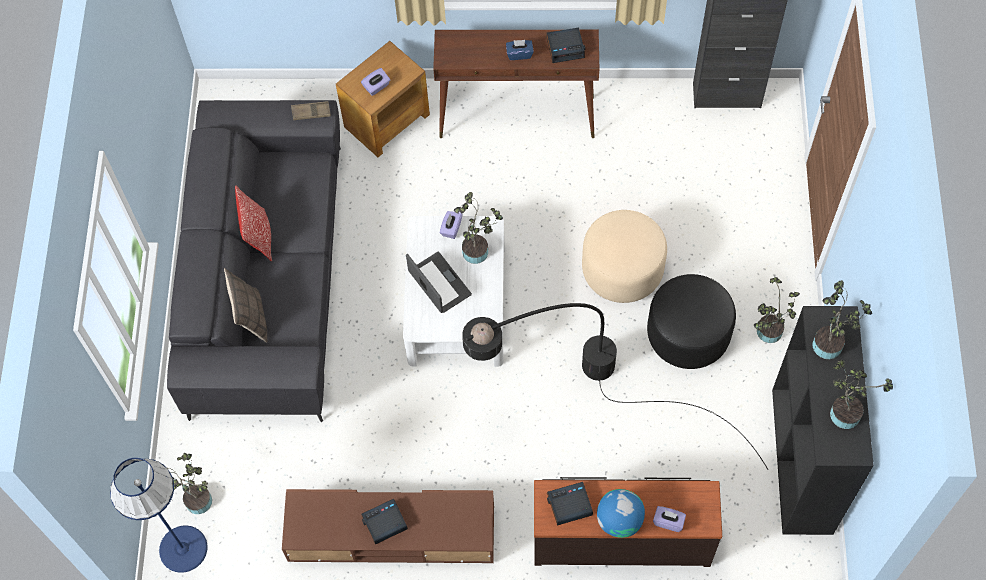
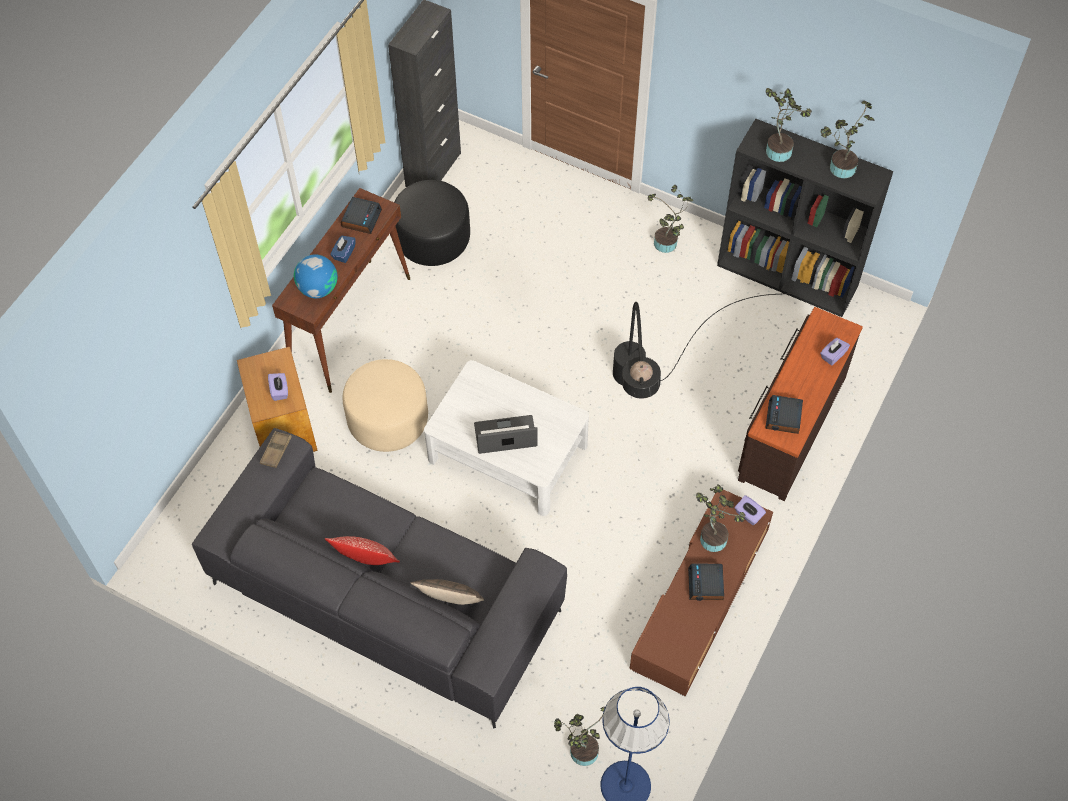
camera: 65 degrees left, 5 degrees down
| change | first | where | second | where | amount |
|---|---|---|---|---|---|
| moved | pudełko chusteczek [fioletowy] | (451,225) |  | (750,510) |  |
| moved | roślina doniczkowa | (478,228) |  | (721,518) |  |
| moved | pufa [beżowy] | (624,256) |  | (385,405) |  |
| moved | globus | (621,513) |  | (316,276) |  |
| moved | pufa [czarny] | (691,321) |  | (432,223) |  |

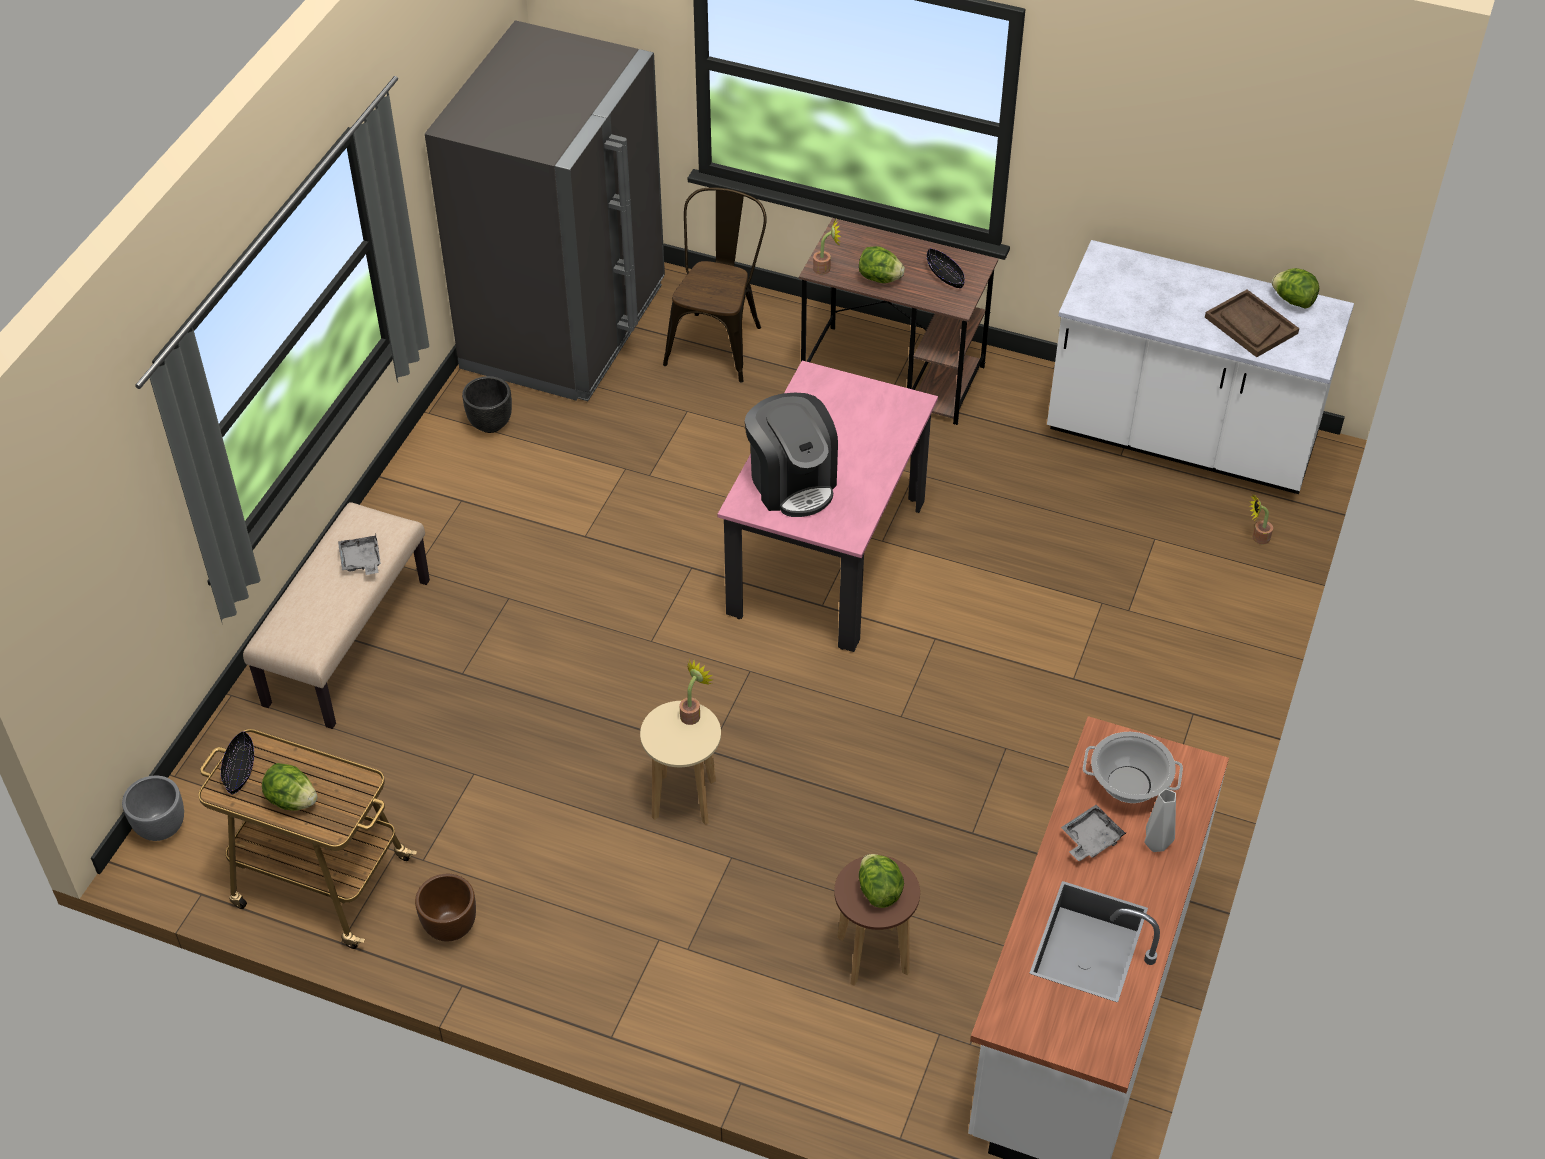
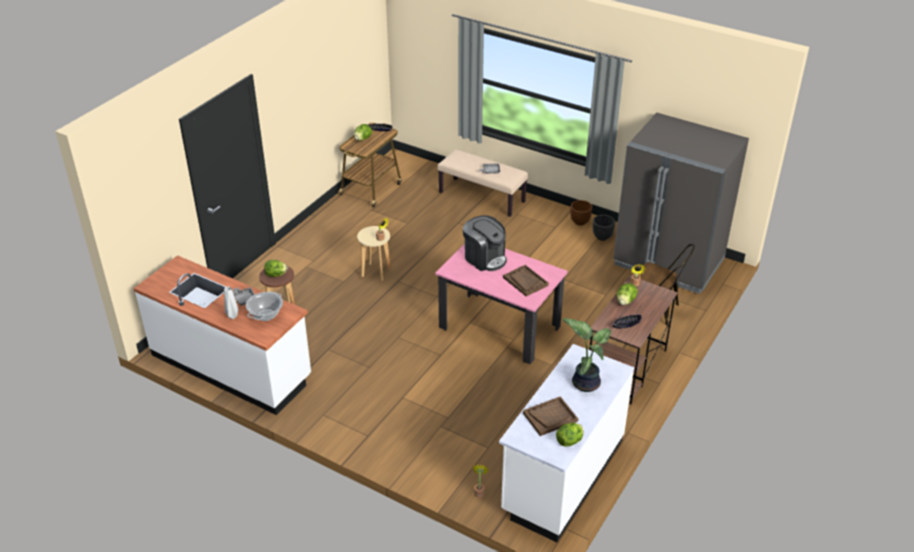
camera: 100 degrees right, 10 degrees down
| change | first | where | second | where | amount |
|---|---|---|---|---|---|
| removed | donica [szary] | (153,808) |  |  |  |
| moved | donica [brązowy] | (445,908) |  | (581,213) |  |
| turned | ekspres do kawy | (791,455) |  | (485,243) | 120 degrees counterclockwise |
| added |  |  | taca [brązowy] | (526,281) |  |
| added |  |  | roślina doniczkowa | (586,355) |  |

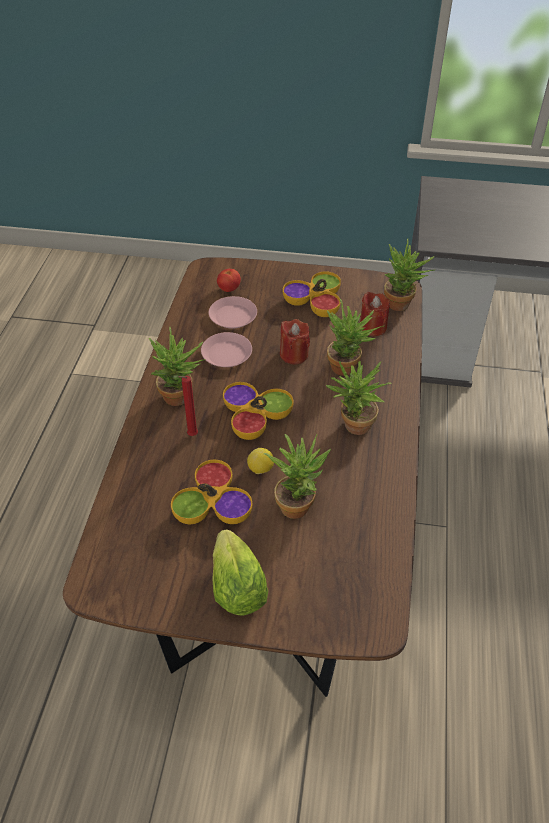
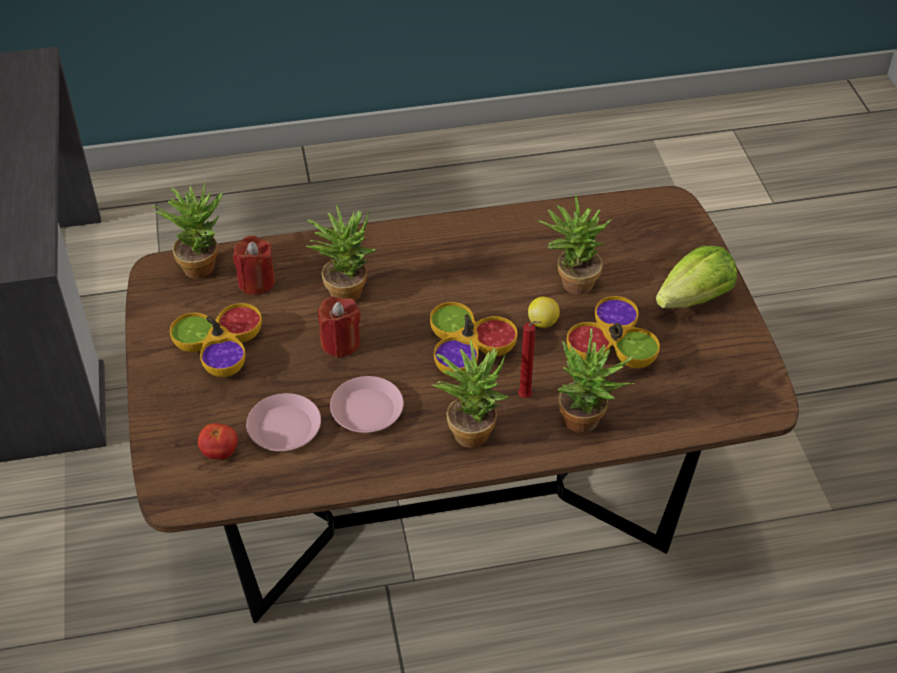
camera: 110 degrees left, 0 degrees up
| change | first | where | second | where | amount |
|---|---|---|---|---|---|
| moved | roślina doniczkowa | (358,398) |  | (596,380) |  |

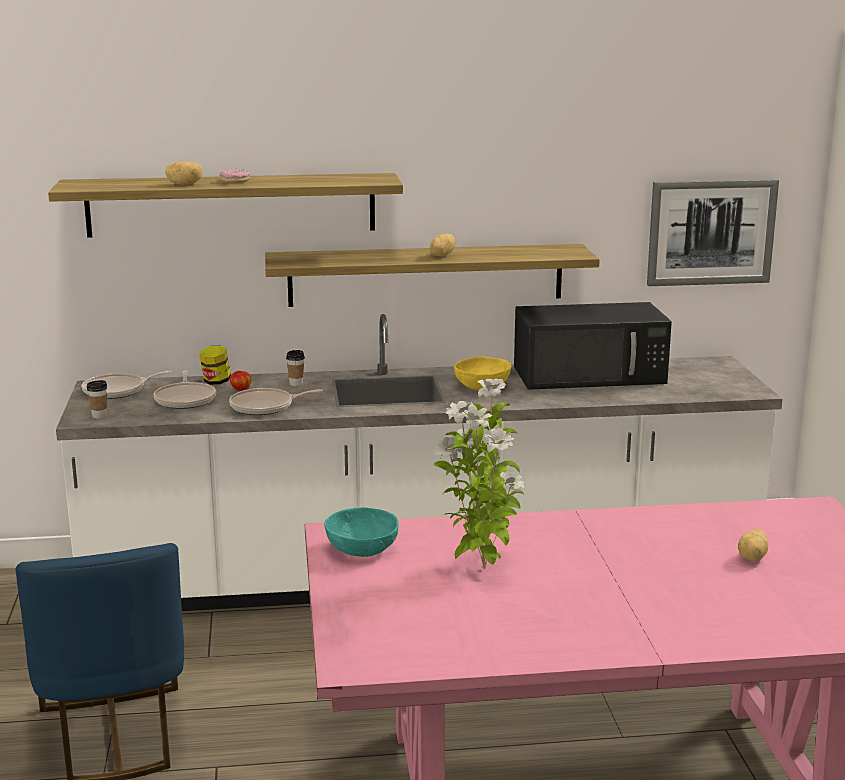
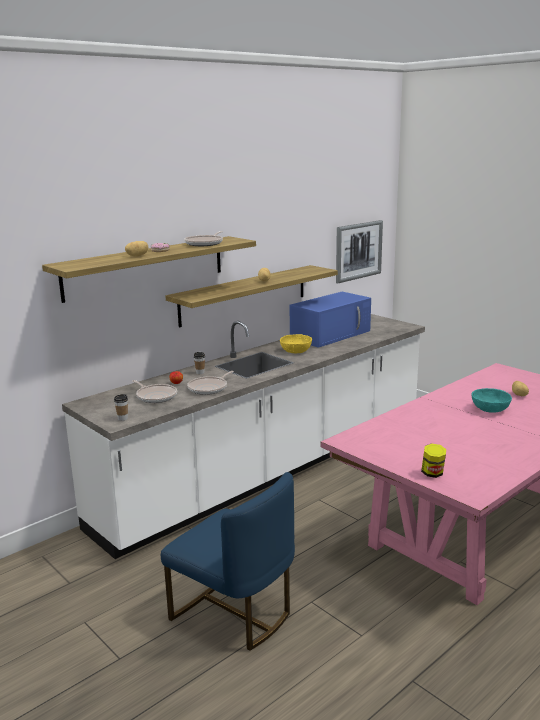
camera: 35 degrees left, 0 degrees up
| change | first | where | second | where | amount |
|---|---|---|---|---|---|
| moved | patelnia | (127,385) |  | (203,238) |  |
| moved | słoik | (215,365) |  | (433,460) |  |
| moved | miska [turkusowy] | (361,532) |  | (492,400) |  |
| removed | roślina doniczkowa | (479,474) |  |  |  |
| recoloured | mikrofalówka [czarny] | (593,346) | mikrofalówka [niebieski] | (330,320) |  |

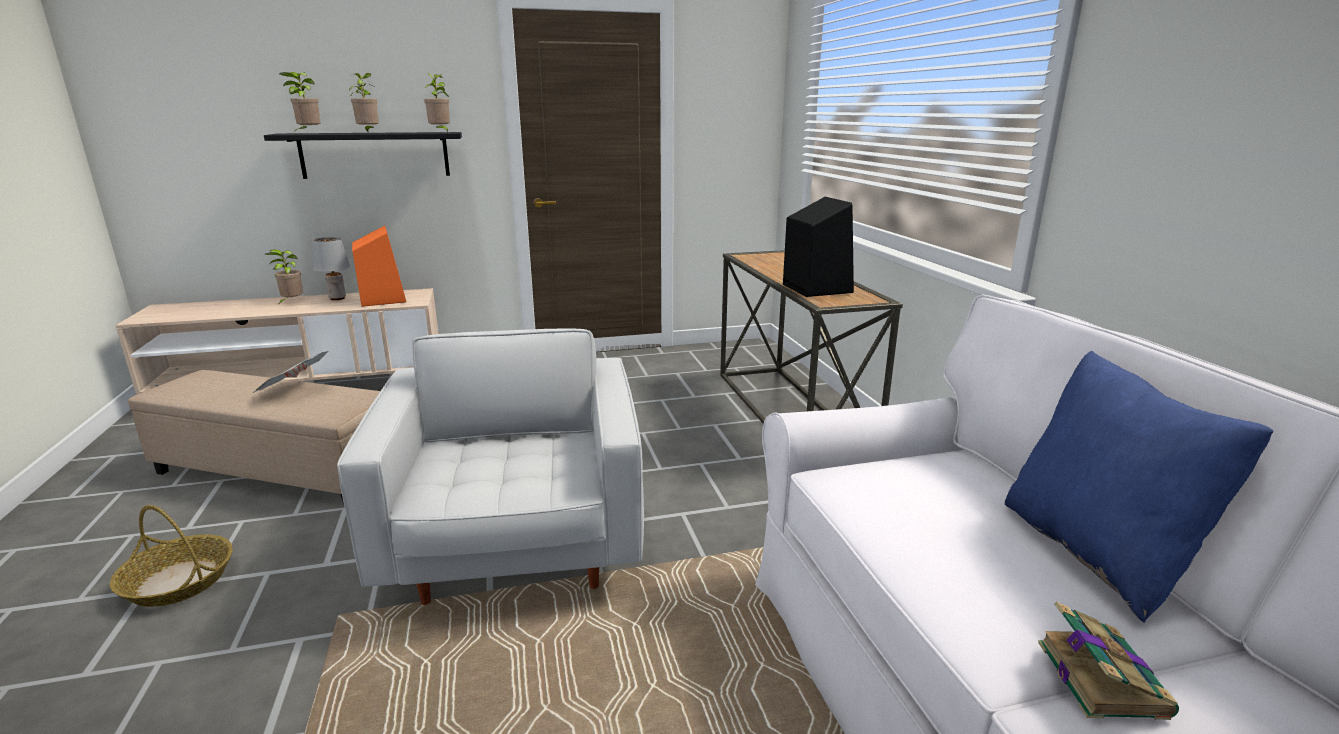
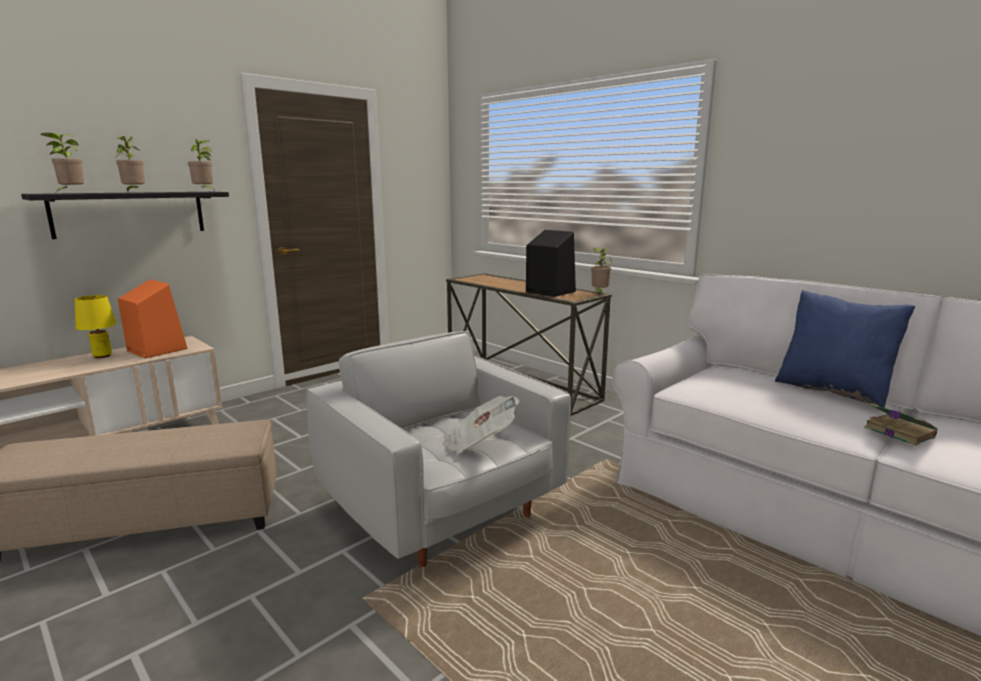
camera: 30 degrees left, 5 degrees down
| change | first | where | second | where | amount |
|---|---|---|---|---|---|
| removed | koszyk | (171,556) |  |  |  |
| moved | gazeta | (290,372) |  | (479,425) |  |
| moved | roślina doniczkowa | (284,277) |  | (601,271) |  |
| recoloured | lampa stołowa [szary] | (331,268) | lampa stołowa [żółty] | (95,326) |  |

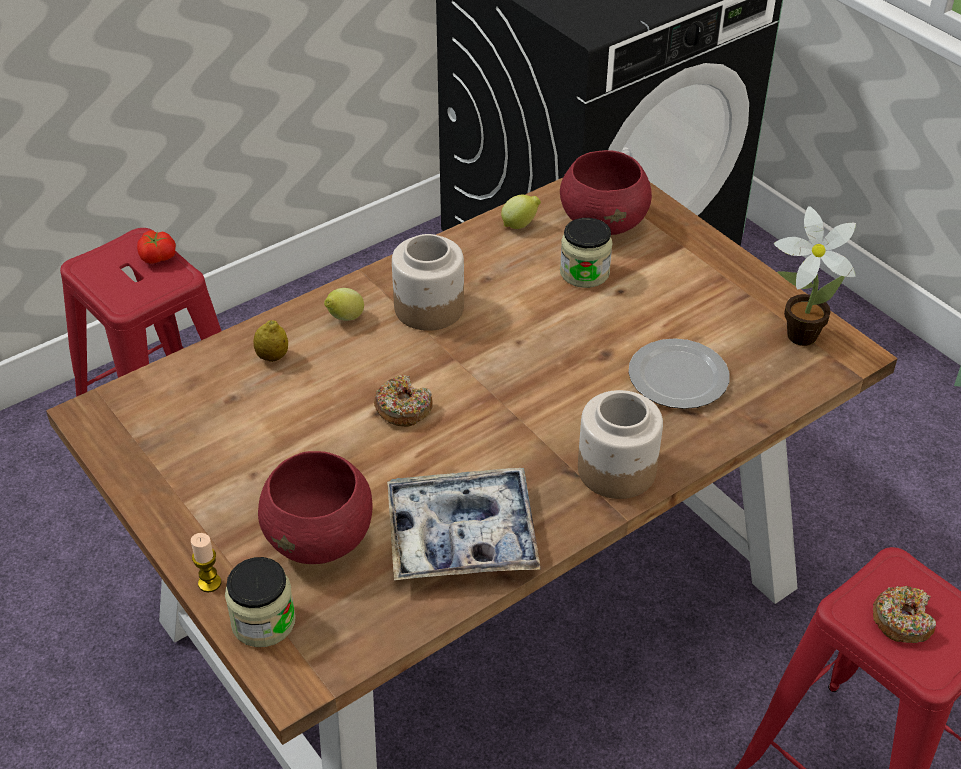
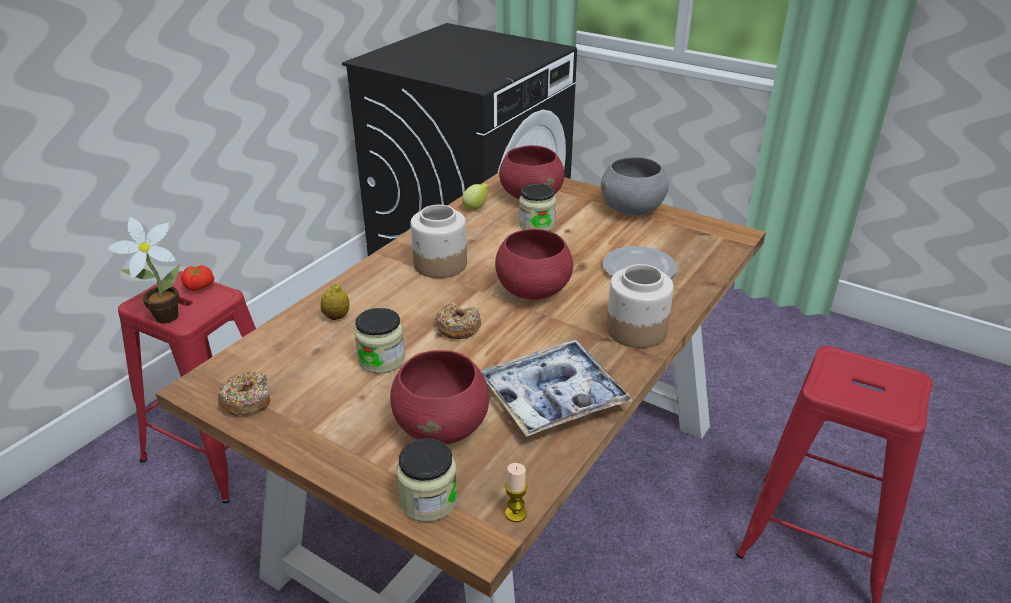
camera: 20 degrees left, 10 degrees down
| change | first | where | second | where | amount |
|---|---|---|---|---|---|
| moved | świeca | (206,562) |  | (516,492) |  |
| removed | cytryna | (344,304) |  |  |  |
| moved | roślina doniczkowa | (815,276) |  | (144,270) |  |
| moved | donut | (904,614) |  | (244,394) |  |
| added |  |  | słoik | (379,340) |  |
| added |  |  | miska [czerwony] | (534,264) |  |
| added |  |  | miska [szary] | (635,186) |  |

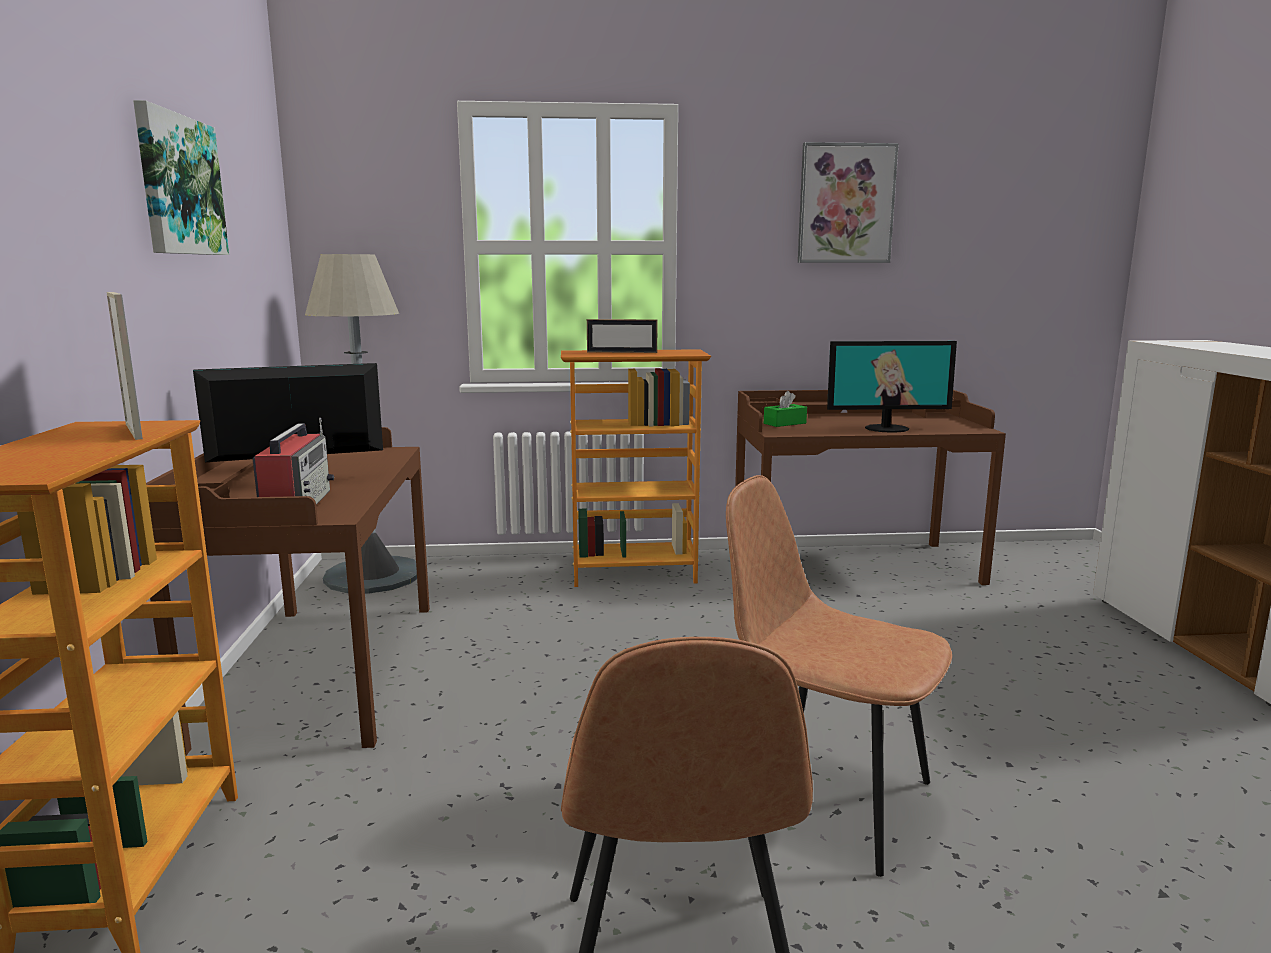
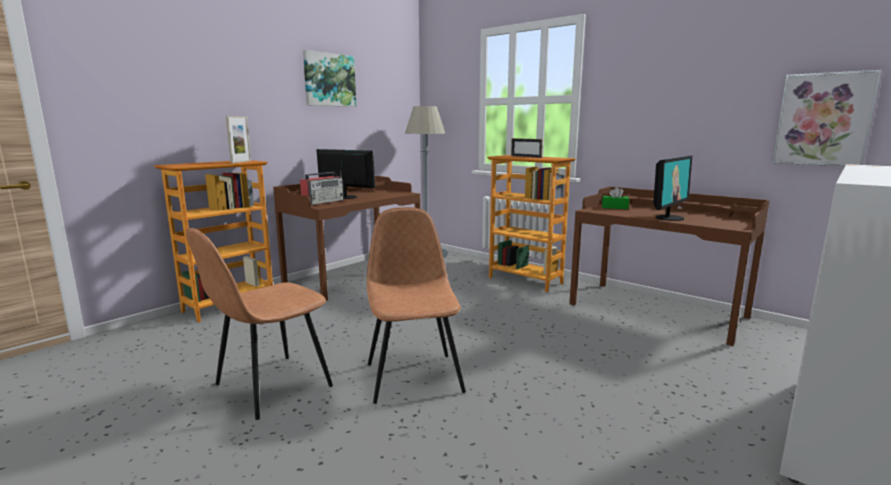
camera: 45 degrees right, 0 degrees up
| change | first | where | second | where | amount |
|---|---|---|---|---|---|
| moved | obraz | (848,202) |  | (827,118) |  |
| turned | monitor | (892,387) |  | (672,188) | 90 degrees counterclockwise |

